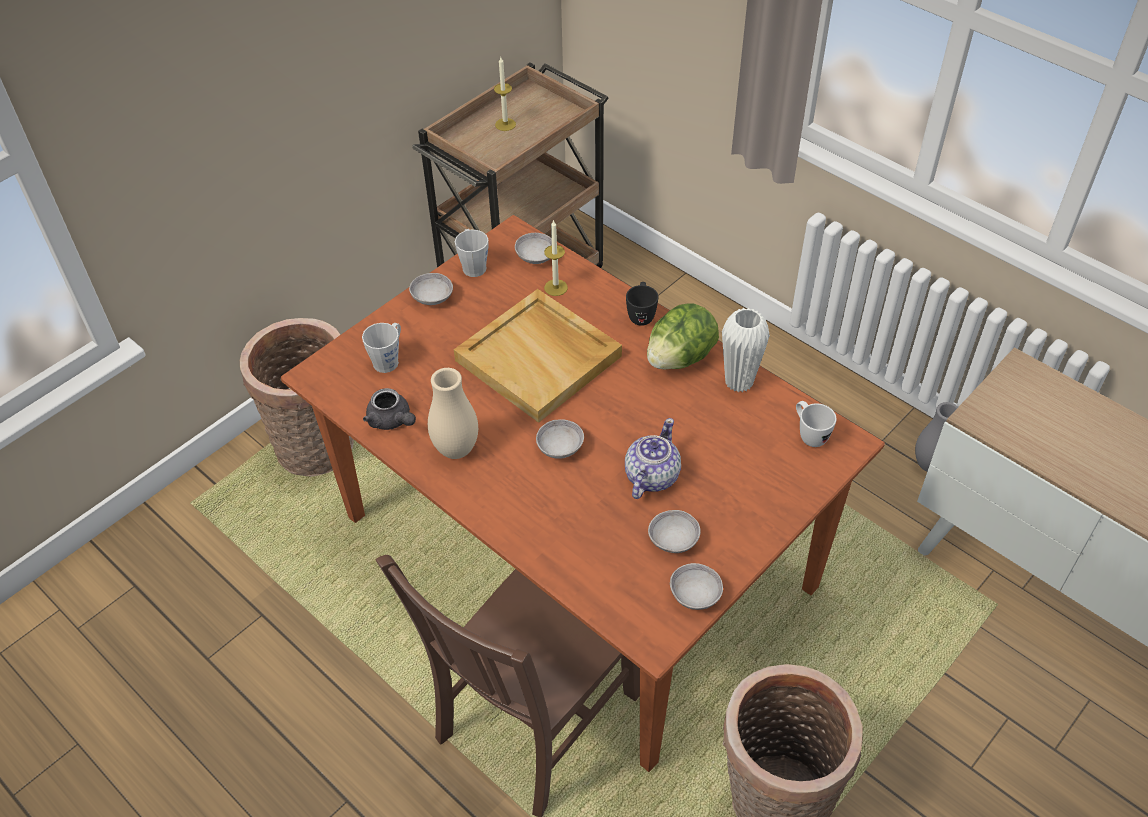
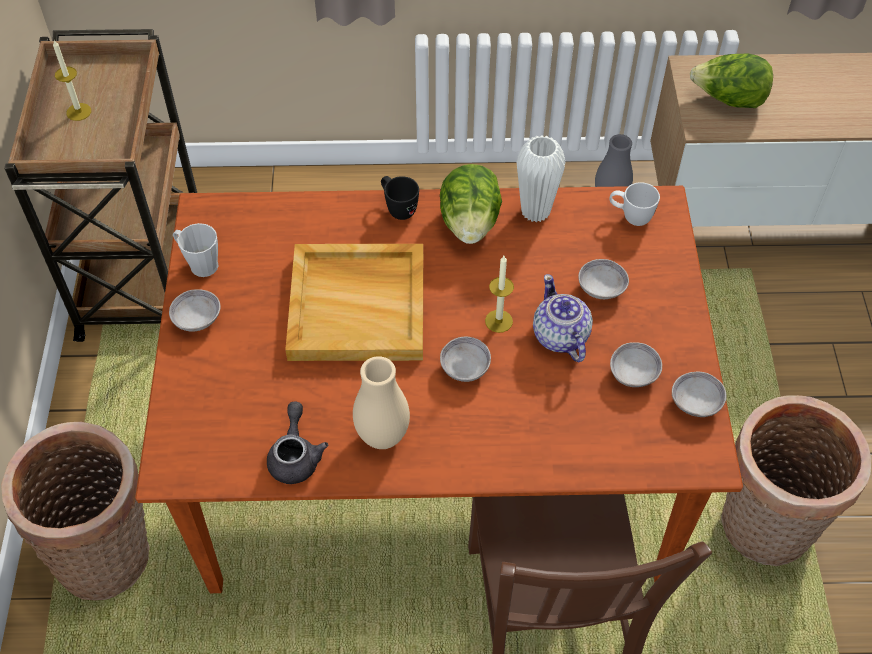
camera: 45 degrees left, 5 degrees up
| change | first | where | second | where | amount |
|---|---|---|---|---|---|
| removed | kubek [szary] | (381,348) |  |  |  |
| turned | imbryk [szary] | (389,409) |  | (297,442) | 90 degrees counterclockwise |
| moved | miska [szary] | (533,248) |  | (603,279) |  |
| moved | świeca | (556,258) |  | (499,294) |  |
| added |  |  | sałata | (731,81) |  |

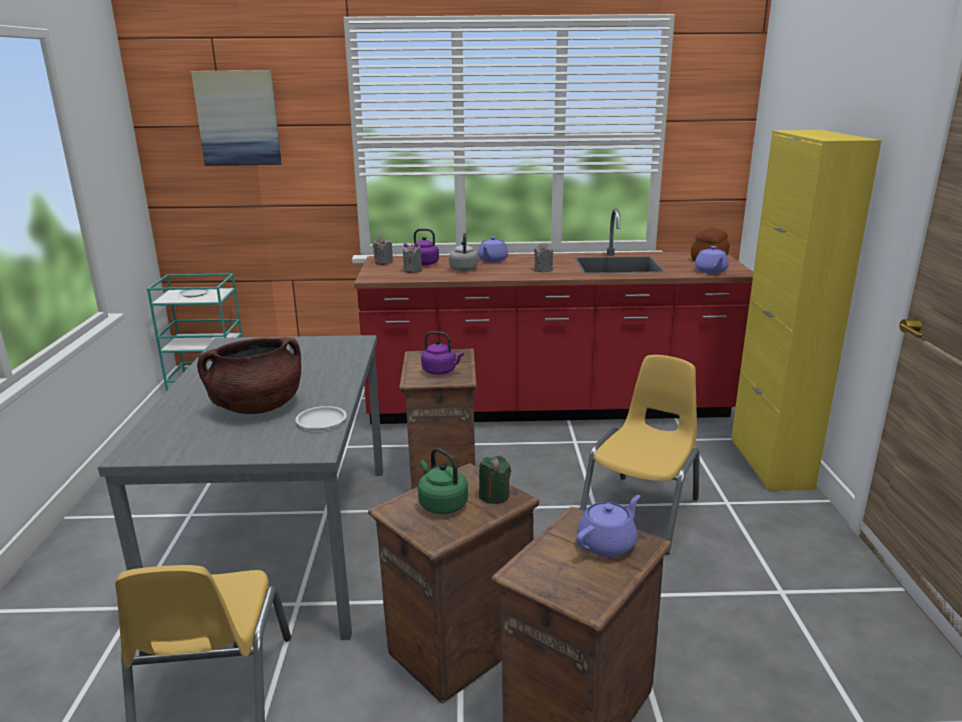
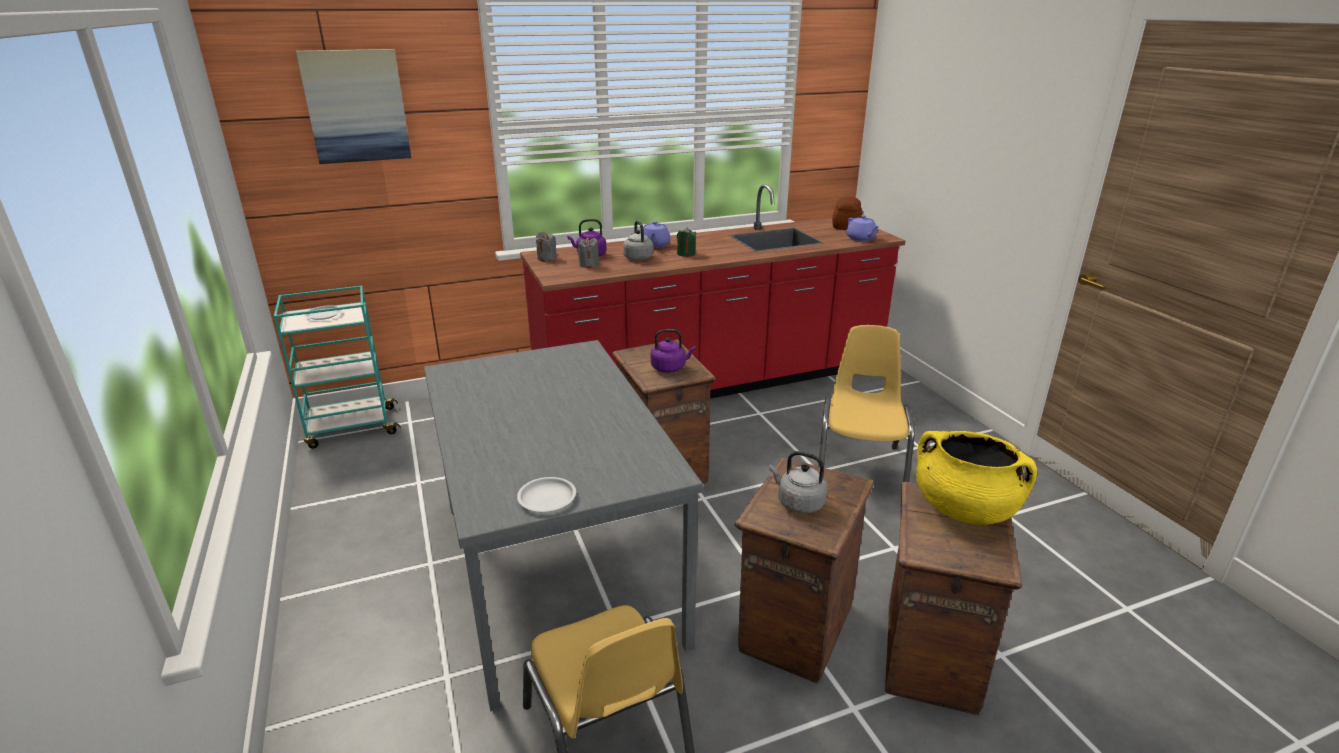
camera: 20 degrees left, 5 degrees up
| change | first | where | second | where | amount |
|---|---|---|---|---|---|
| removed | garnek [brązowy] | (249,375) |  |  |  |
| moved | talerz [biały] | (321,418) |  | (546,494) |  |
| recoloured | czajnik [zielony] | (443,481) | czajnik [szary] | (798,482) |  |
| moved | świeca [zielony] | (495,479) |  | (686,242) |  |
| removed | świeca [szary] | (543,257) |  |  |  |
| replaced | imbryk [fioletowy] | (608,526) | garnek [żółty] | (976,478) |  |
| removed | szafka [żółty] | (806,310) |  |  |  |

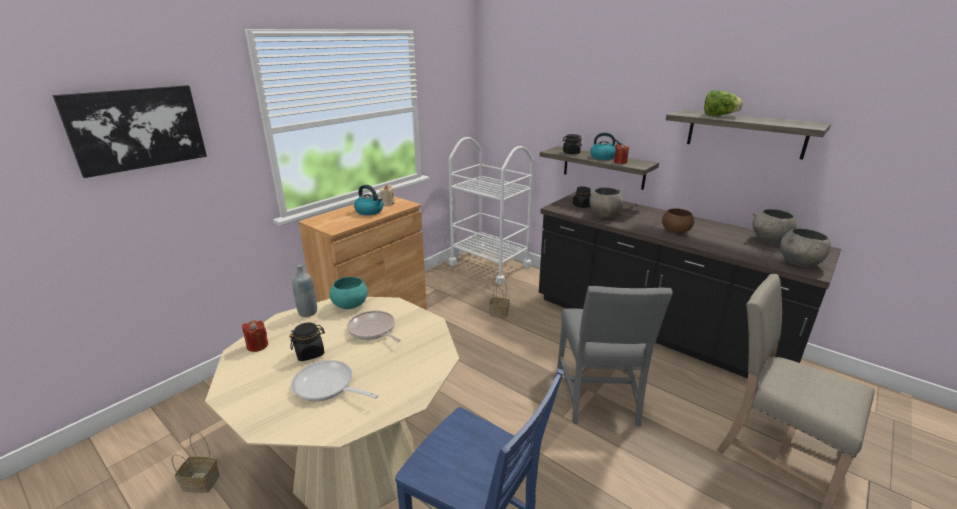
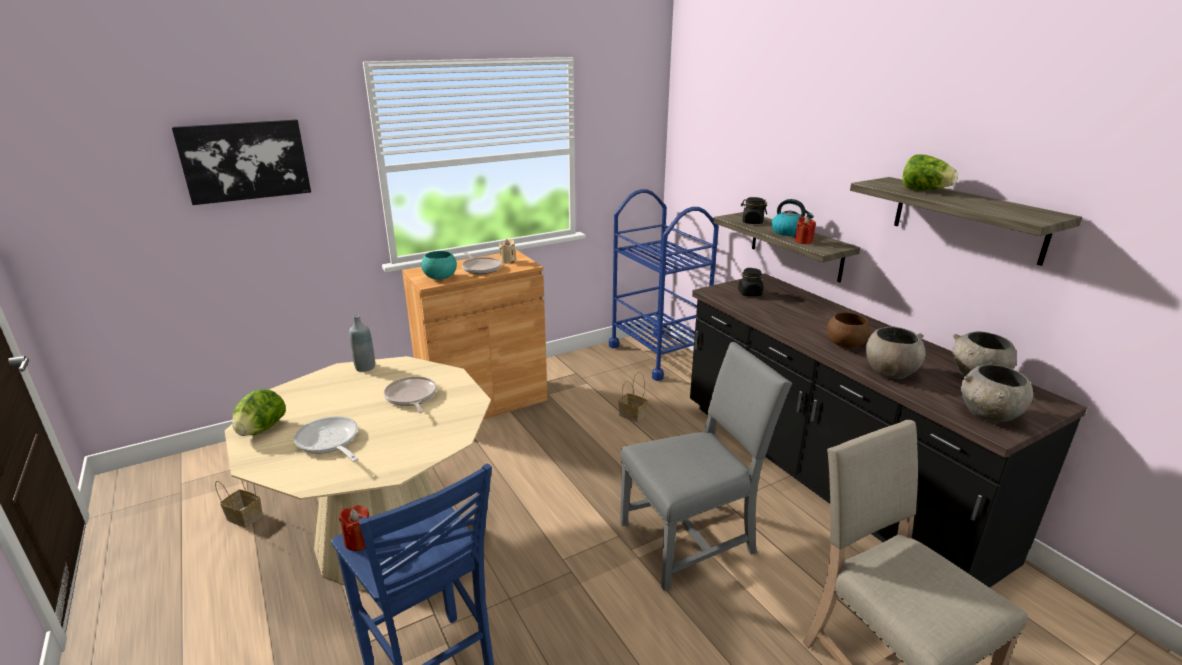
camera: 20 degrees right, 0 degrees up
| change | first | where | second | where | amount |
|---|---|---|---|---|---|
| moved | świeca [czerwony] | (255,336) |  | (356,528) |  |
| removed | słoik [czarny] | (307,342) |  |  |  |
| moved | miska [turkusowy] | (348,293) |  | (439,265) |  |
| replaced | czajnik | (368,200) | patelnia | (482,263) |  |
| recoloured | wózek [biały] | (491,211) | wózek [niebieski] | (664,285) |  |
| turned | krzesło [szary] | (615,356) |  | (706,466) | 135 degrees counterclockwise |
| moved | miska [szary] | (606,202) |  | (896,352) |  |
| added |  |  | sałata | (259,412) |  |

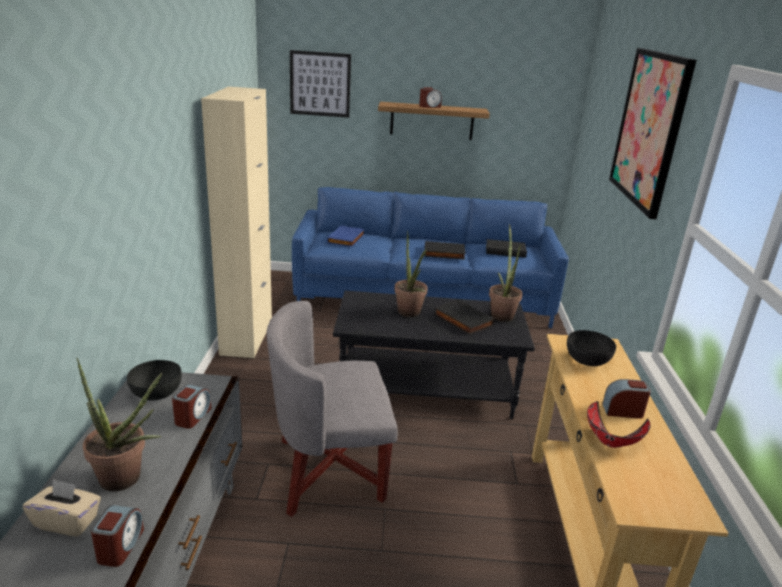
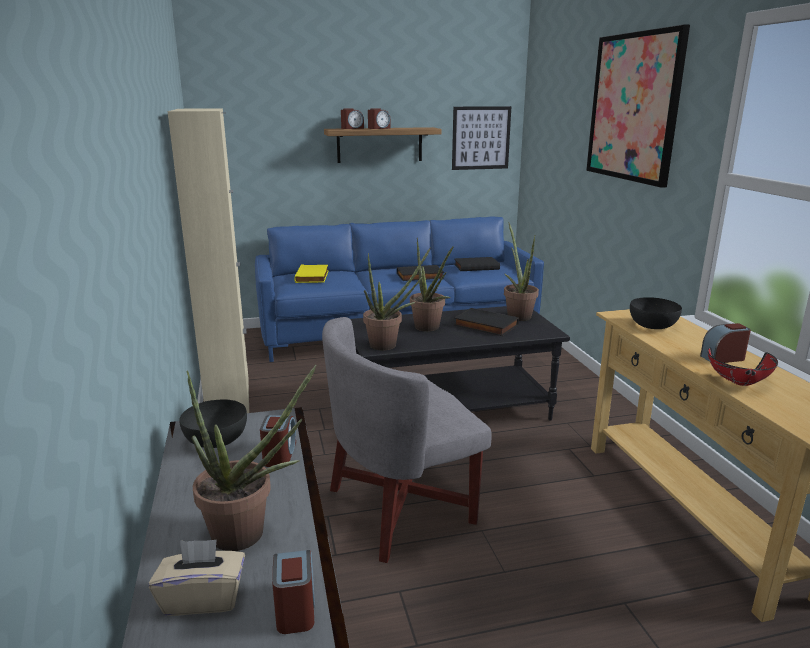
camera: 15 degrees left, 5 degrees down
| change | first | where | second | where | amount |
|---|---|---|---|---|---|
| moved | obraz | (320,84) |  | (481,138) |  |
| recoloured | książka [niebieski] | (346,236) | książka [żółty] | (311,274) |  |
| added |  |  | budzik | (352,118) |  |
| added |  |  | roślina doniczkowa | (396,299) |  |

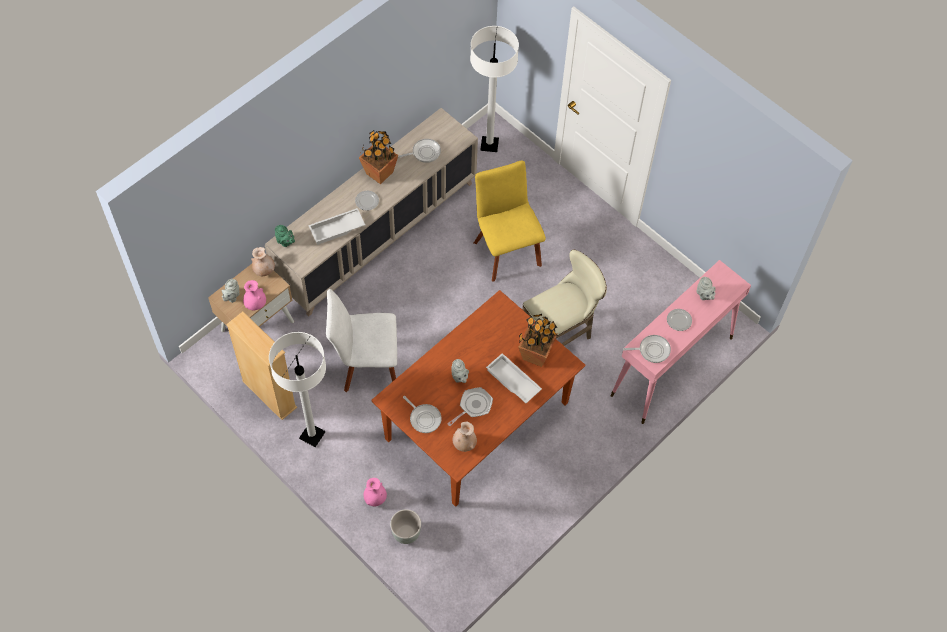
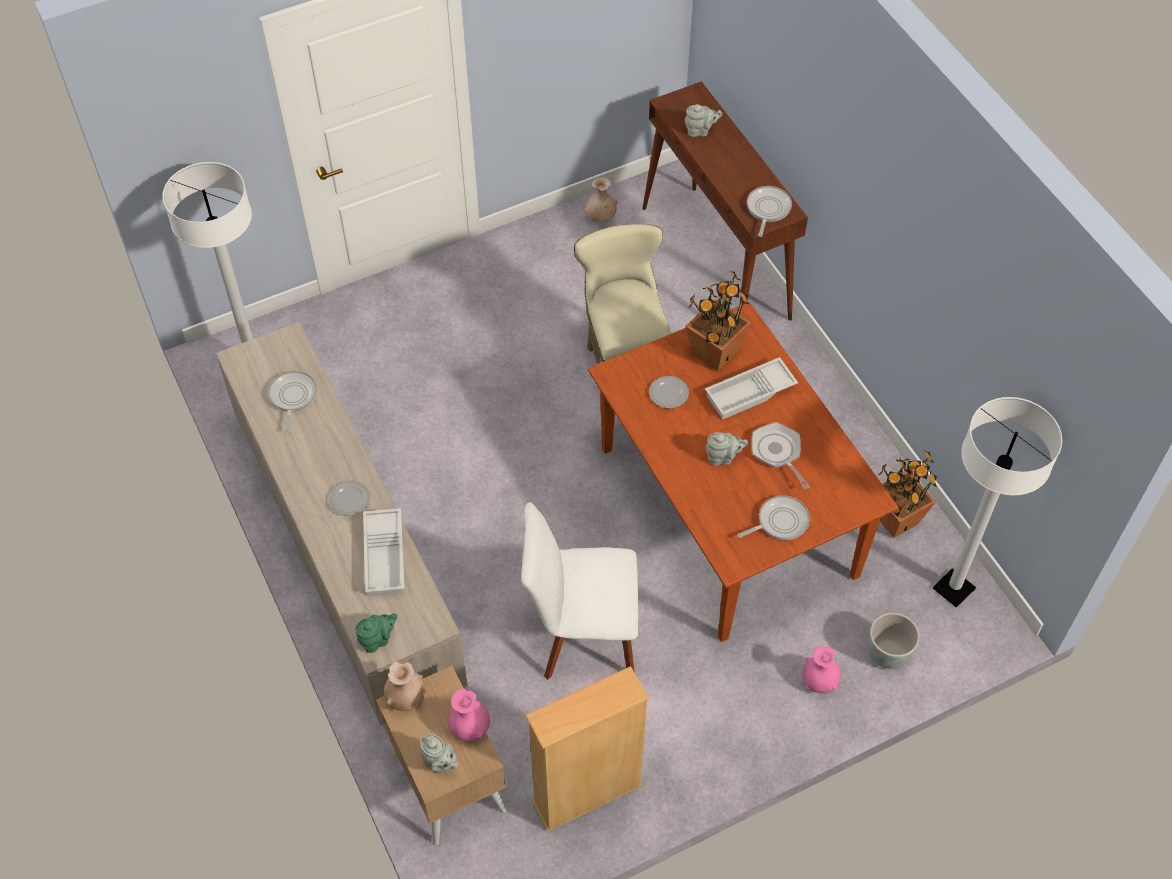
camera: 70 degrees left, 5 degrees down
| change | first | where | second | where | amount |
|---|---|---|---|---|---|
| moved | lampa stojąca [biały] | (297,389) |  | (997,502) |  |
| turned | krzesło [biały] | (361,340) |  | (579,591) | 75 degrees clockwise |
| moved | roślina doniczkowa | (378,157) |  | (908,494) |  |
| moved | wazon [beżowy] | (465,437) |  | (601,199) |  |
| removed | krzesło [żółty] | (510,221) |  |  |  |
| recoloured | stolik konsolowy [różowy] | (681,342) | stolik konsolowy [brązowy] | (725,201) |  |
| moved | talerz | (679,320) |  | (669,392) |  |

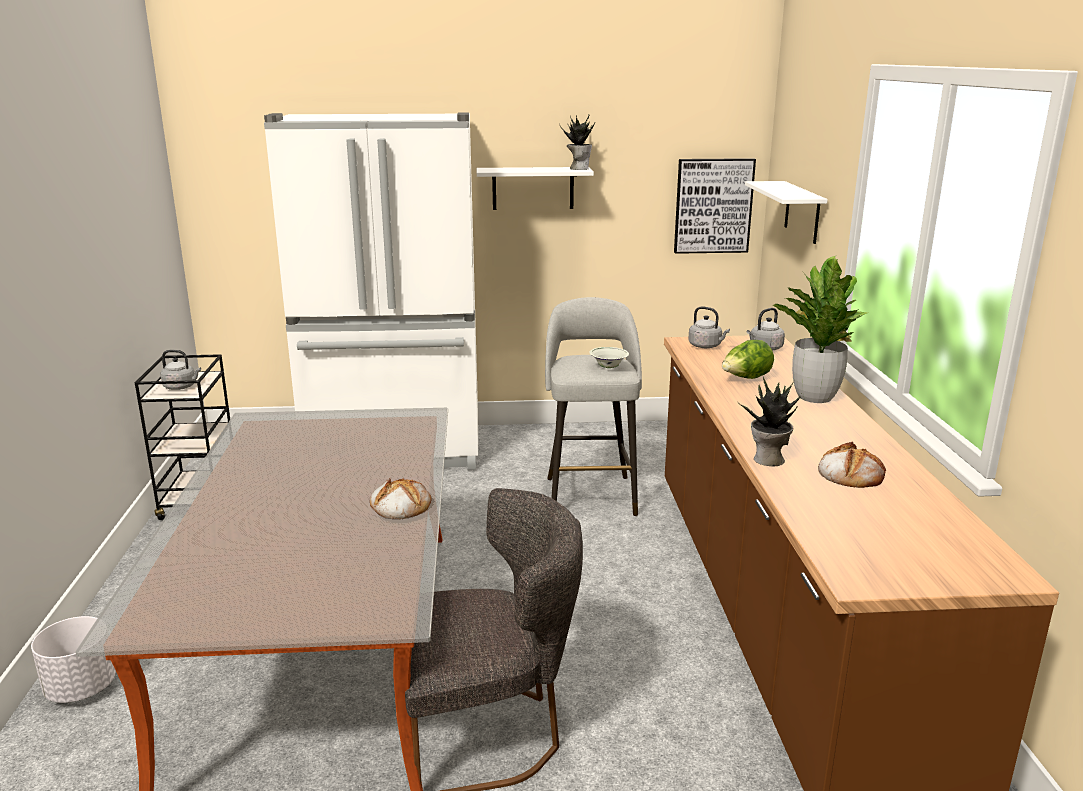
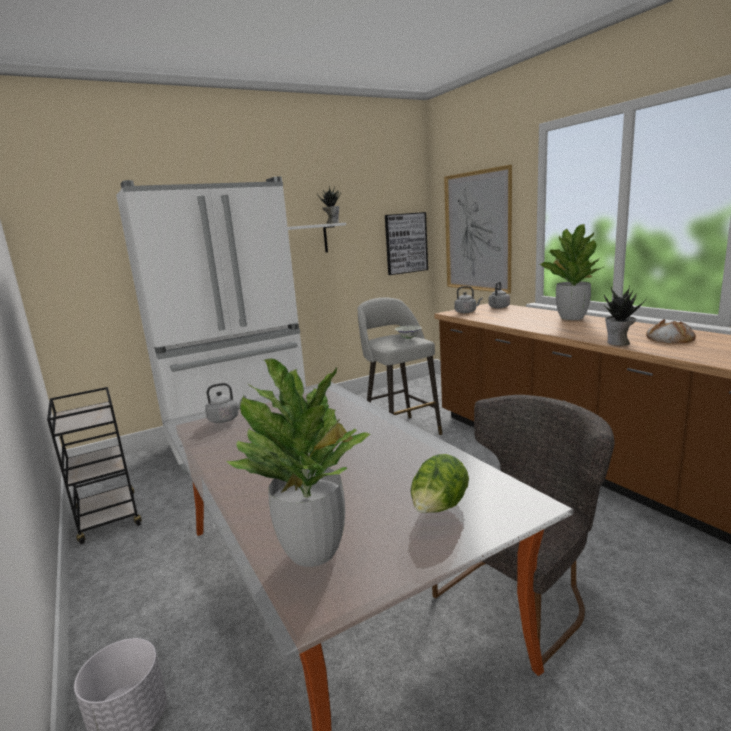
camera: 25 degrees left, 5 degrees down
| change | first | where | second | where | amount |
|---|---|---|---|---|---|
| moved | czajnik [szary] | (180,370) |  | (225,403) |  |
| removed | chleb | (400,498) |  |  |  |
| moved | sałata | (748,359) |  | (440,483) |  |
| replaced | półka [biały] | (786,212) | obraz | (478,229) |  |
| added |  |  | roślina doniczkowa | (298,463) |  |

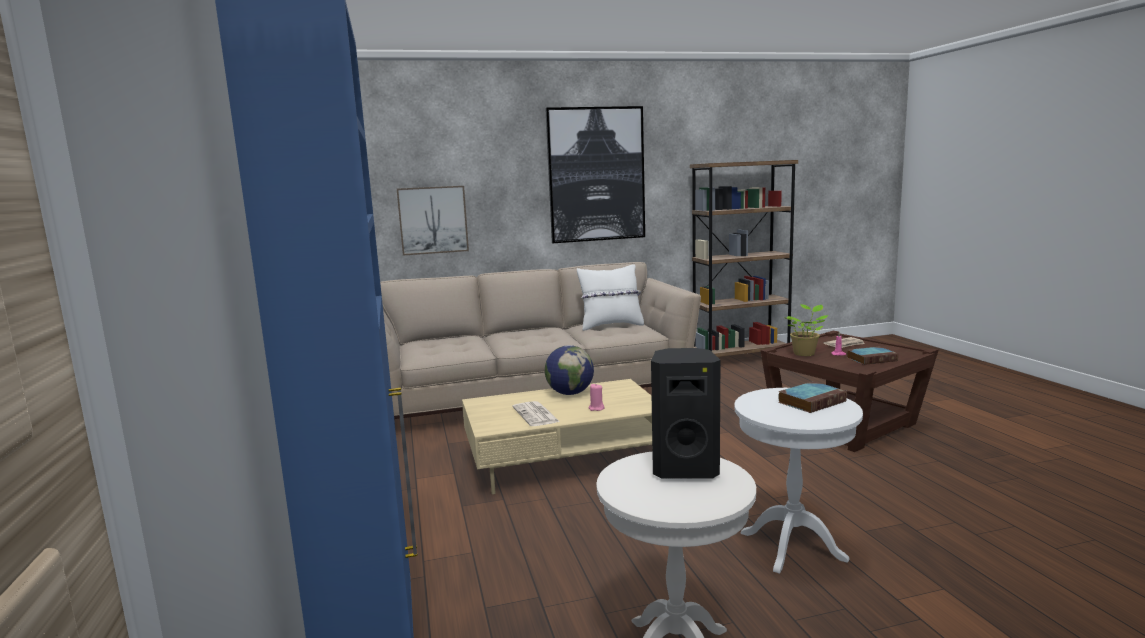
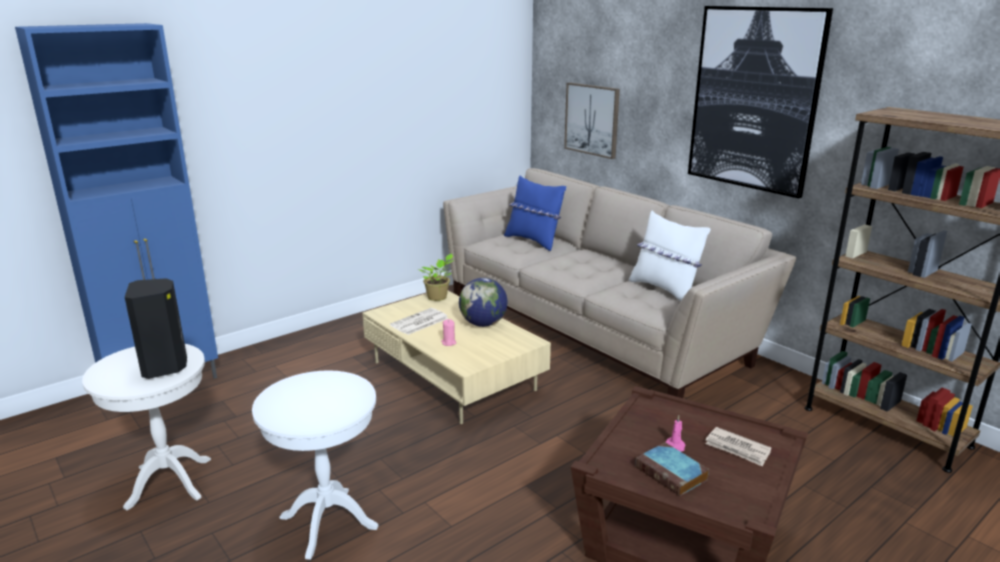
camera: 65 degrees right, 10 degrees up
| change | first | where | second | where | amount |
|---|---|---|---|---|---|
| removed | książka | (812,397) |  |  |  |
| moved | roślina doniczkowa | (807,330) |  | (436,277) |  |
| added |  |  | poduszka [niebieski] | (535,213) |  |

